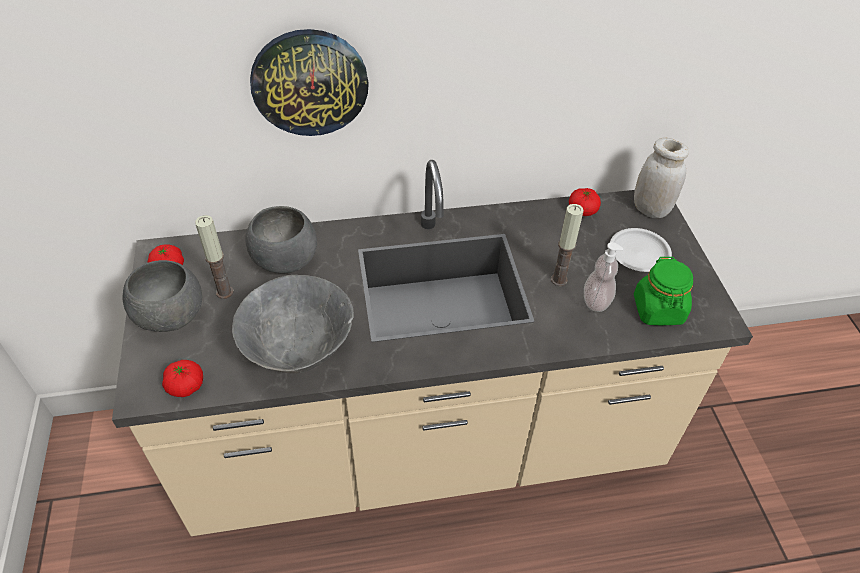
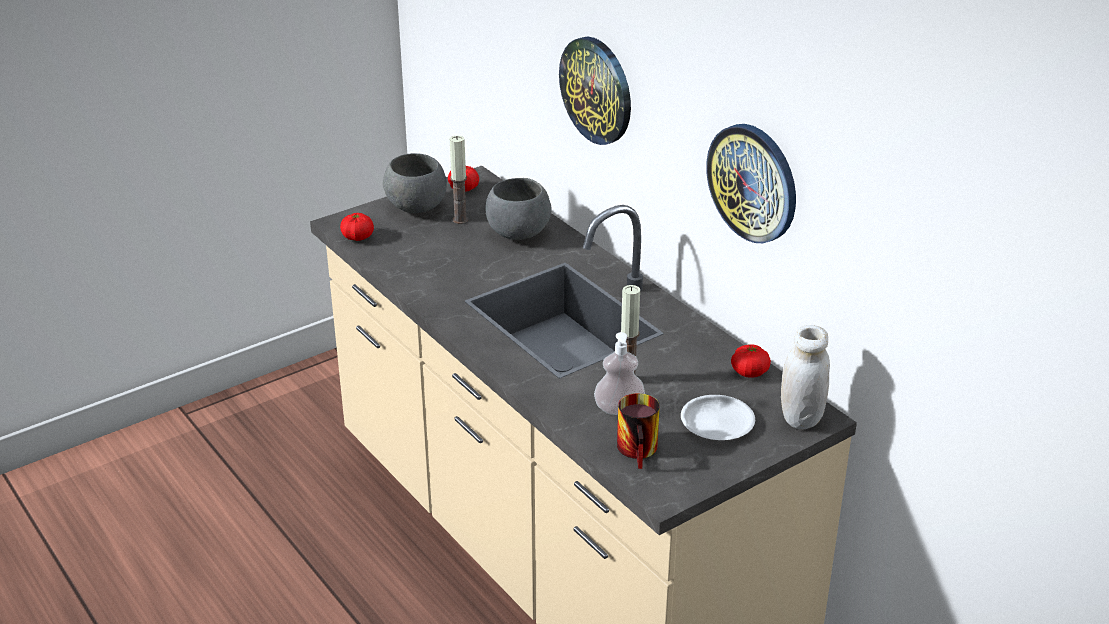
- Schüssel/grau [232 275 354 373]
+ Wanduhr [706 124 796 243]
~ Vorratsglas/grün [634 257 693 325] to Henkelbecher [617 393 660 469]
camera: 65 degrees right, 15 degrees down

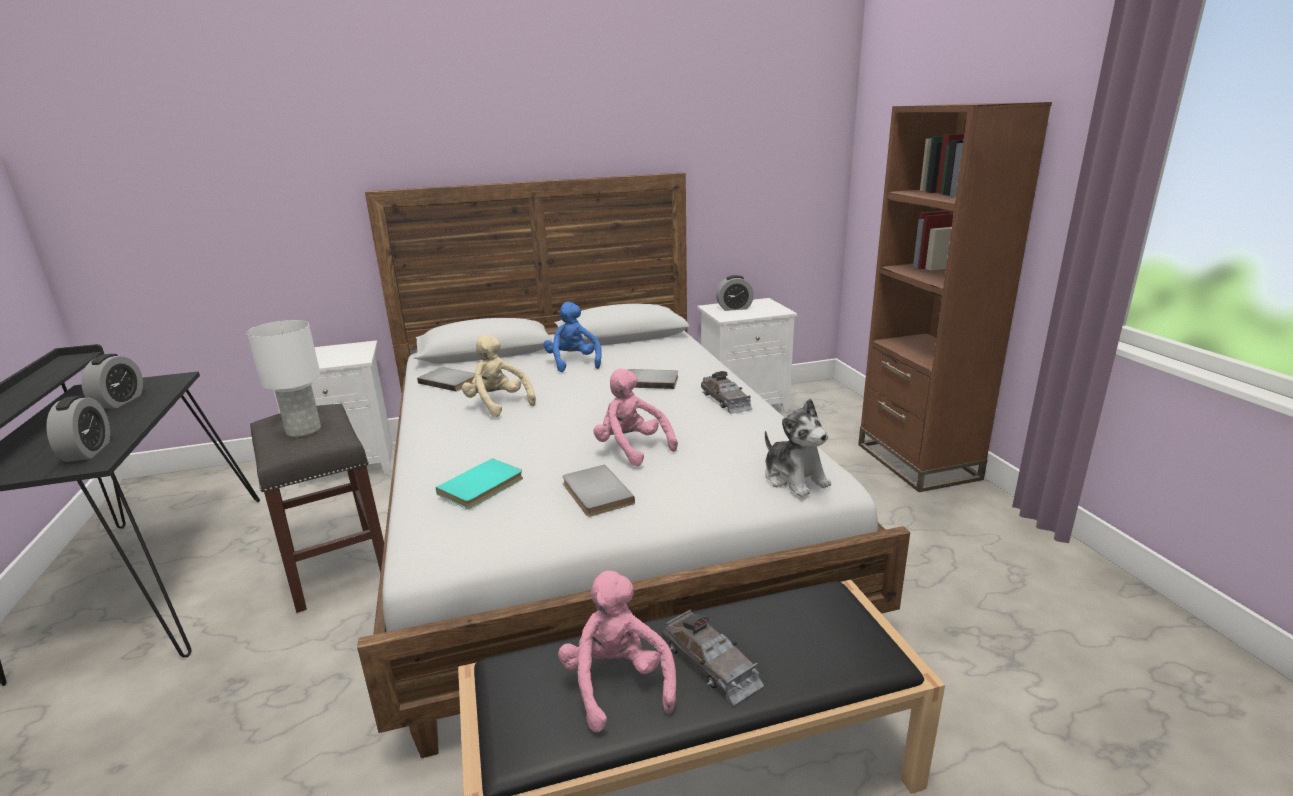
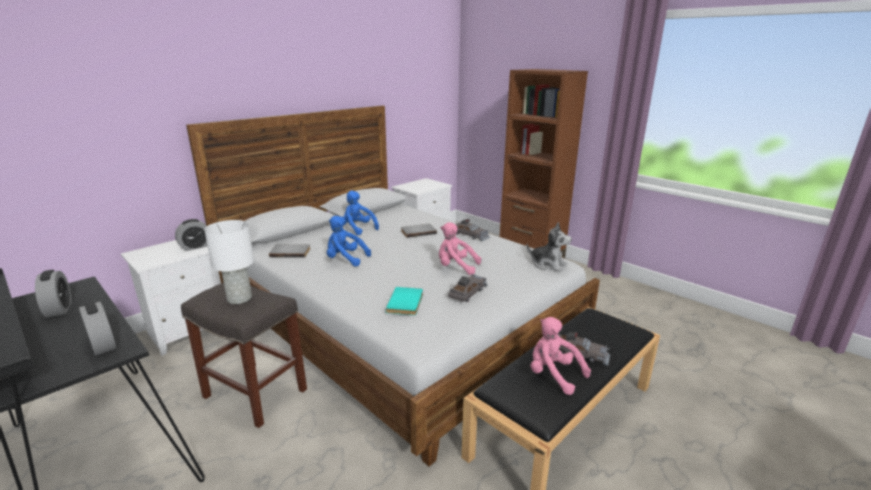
~ Wecker [716 275 754 311] to [175 219 208 251]
~ Buch/grau [562 465 635 517] to Spielzeugauto/grau [448 274 487 302]
~ Plüschtier/beige [462 335 536 417] to Plüschtier/blau [327 216 371 266]
camera: 30 degrees left, 0 degrees up

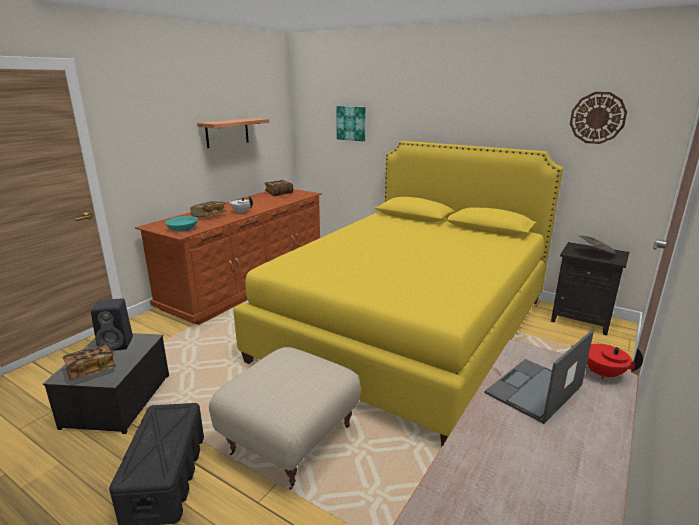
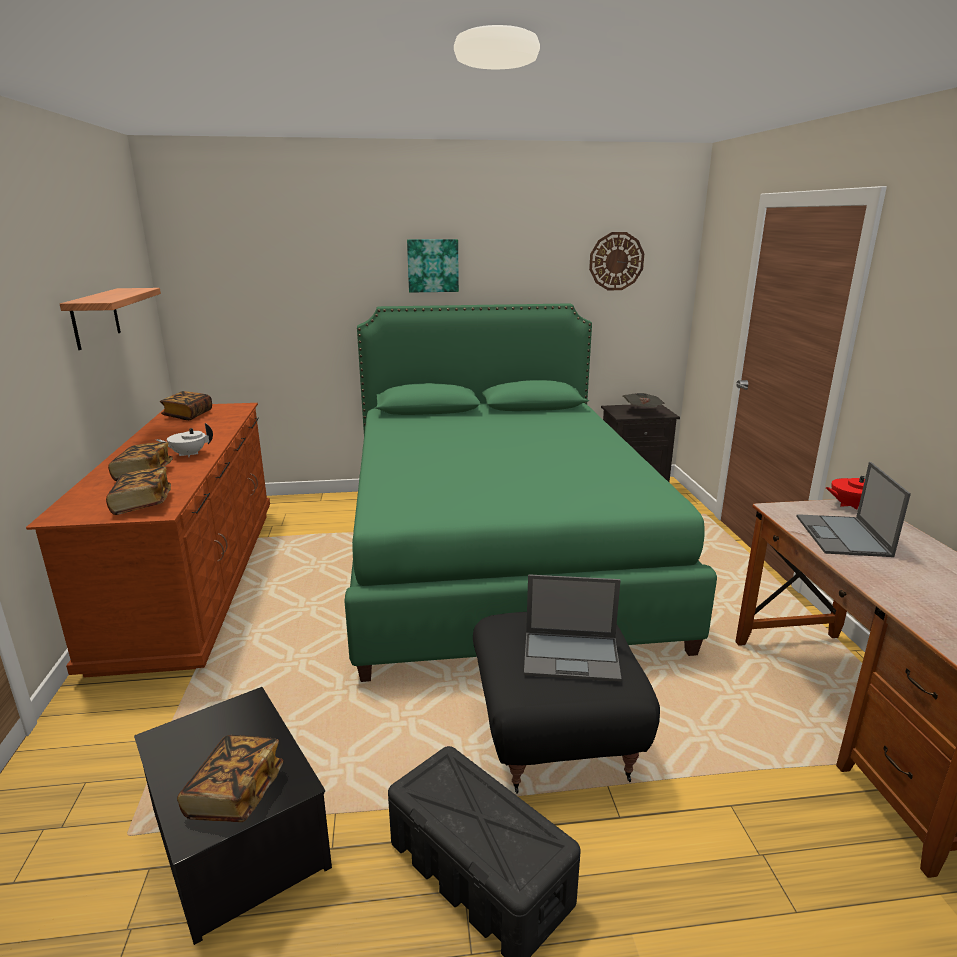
- Lautsprecher/schwarz [91 299 133 351]
+ Laptop [524 574 621 682]
~ Bild [336 106 366 141] to [407 239 459 292]
~ Schüssel/türkis [165 216 198 231] to Buch [106 467 171 515]
~ Polsterhocker/beige [209 347 361 490] to Polsterhocker/schwarz [473 612 660 794]
~ Bett/gelb [233 141 563 446] to Bett/grün [345 303 717 682]
camera: 40 degrees left, 0 degrees up

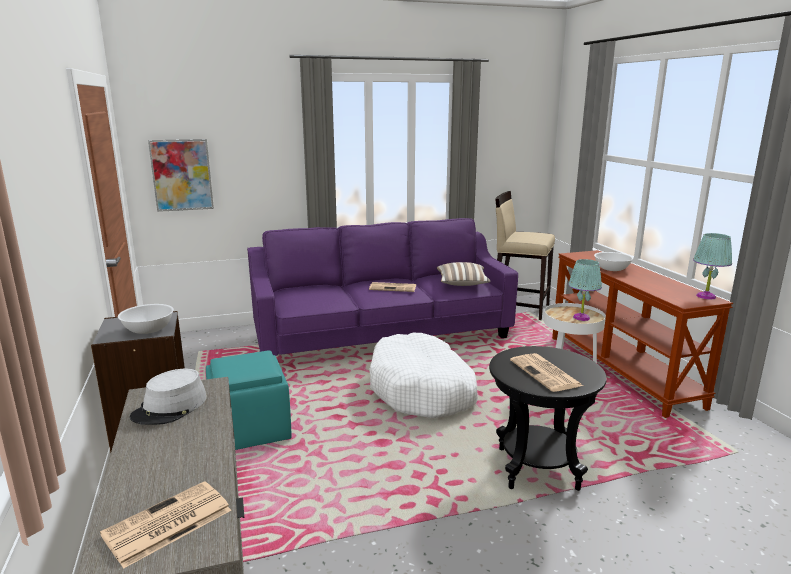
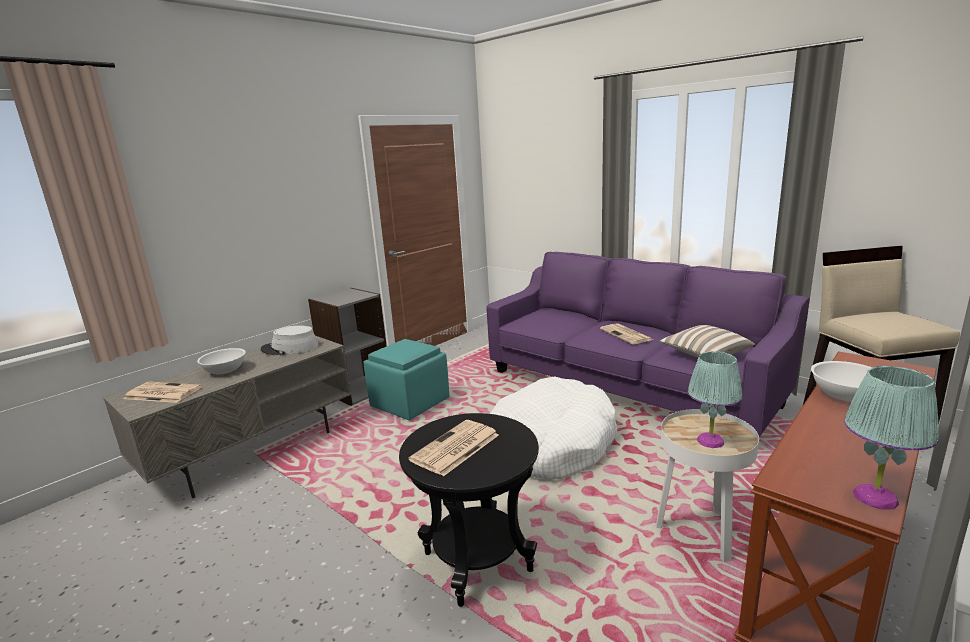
- Bild [148 139 214 212]
~ Schüssel/weiß [118 304 174 334] to [197 348 246 374]
camera: 60 degrees right, 0 degrees up

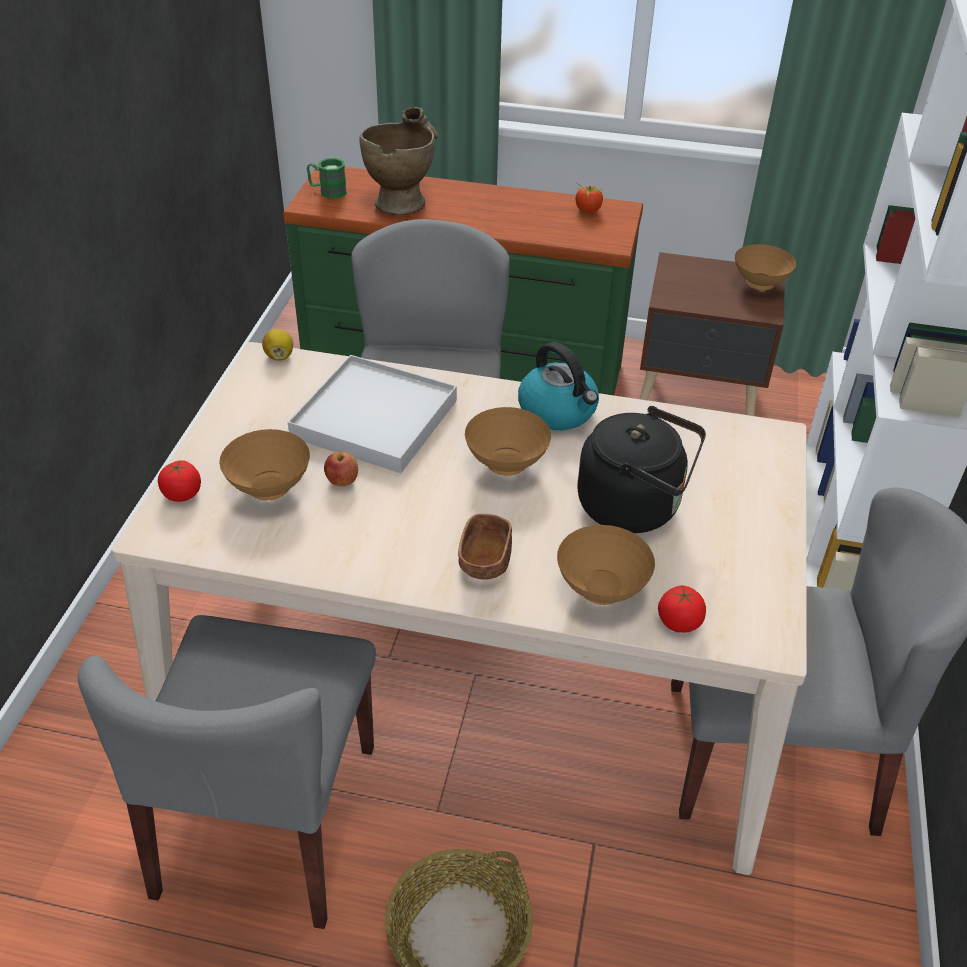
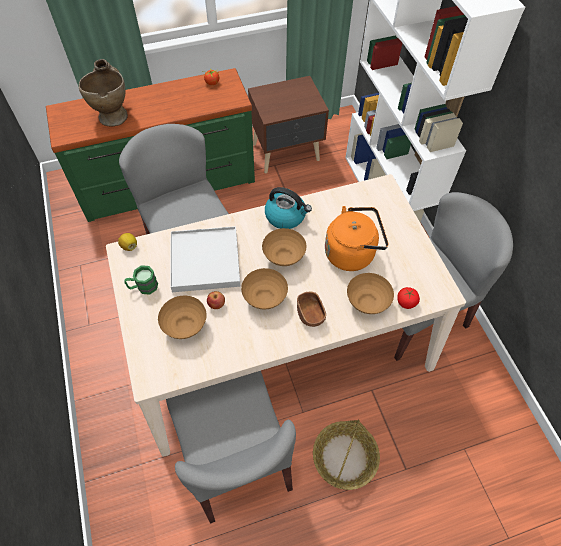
- Tomate [158 460 201 502]
~ Henkelbecher/grün [307 158 347 199] to [124 265 158 295]
~ Schüssel/braun [735 244 796 290] to [241 268 288 310]
~ Wasserkessel/schwarz [577 406 706 533] to Wasserkessel/orange [325 206 388 271]
camera: 30 degrees left, 15 degrees up

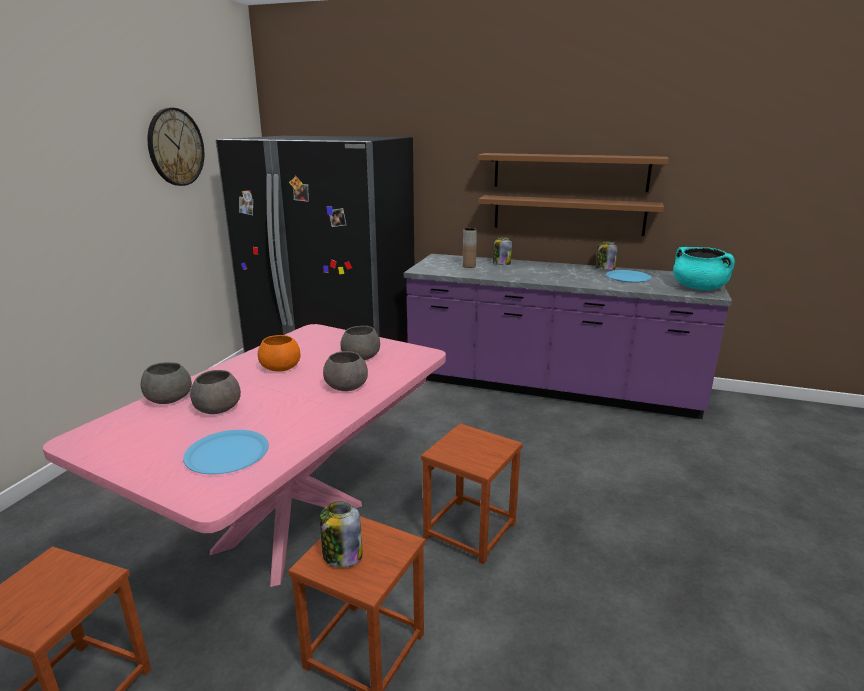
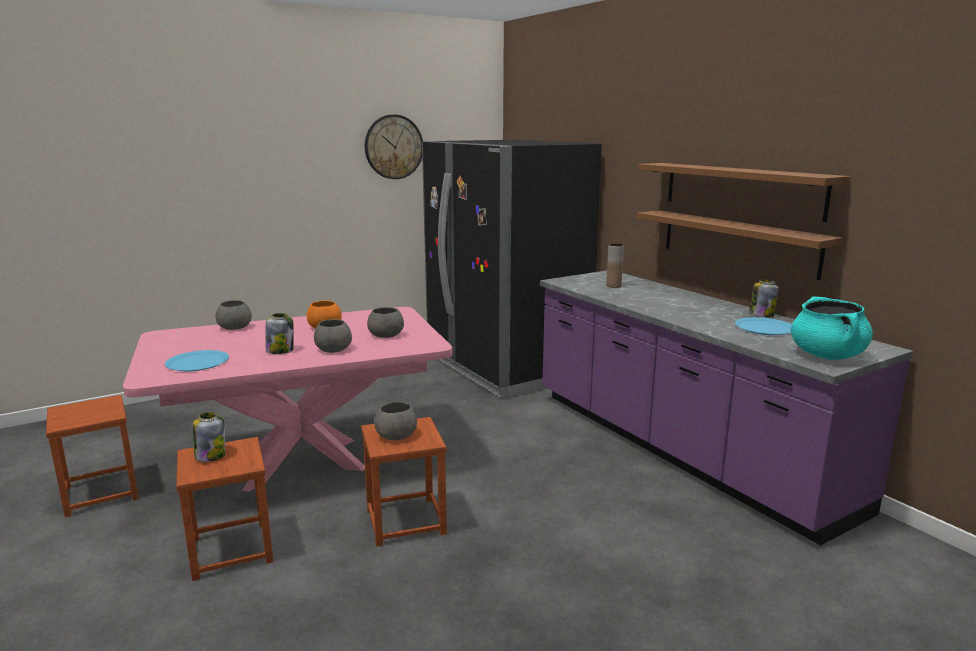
~ Schüssel/grau [190 370 241 414] to [375 401 417 440]
~ Vorratsglas [493 237 512 265] to [266 313 294 354]
camera: 40 degrees right, 5 degrees down

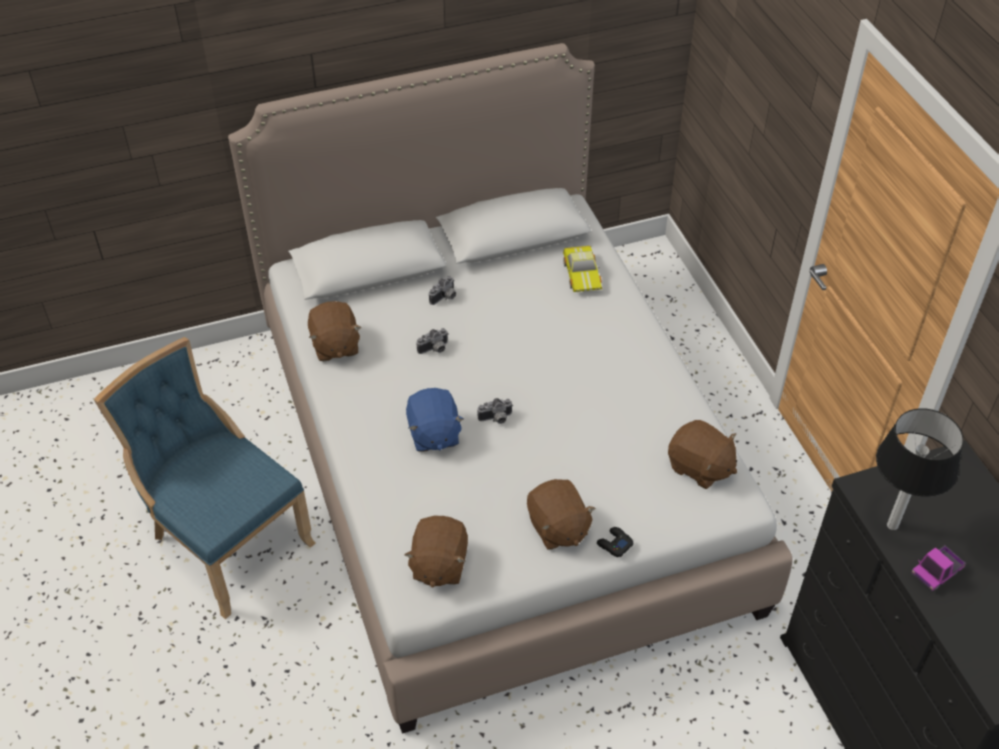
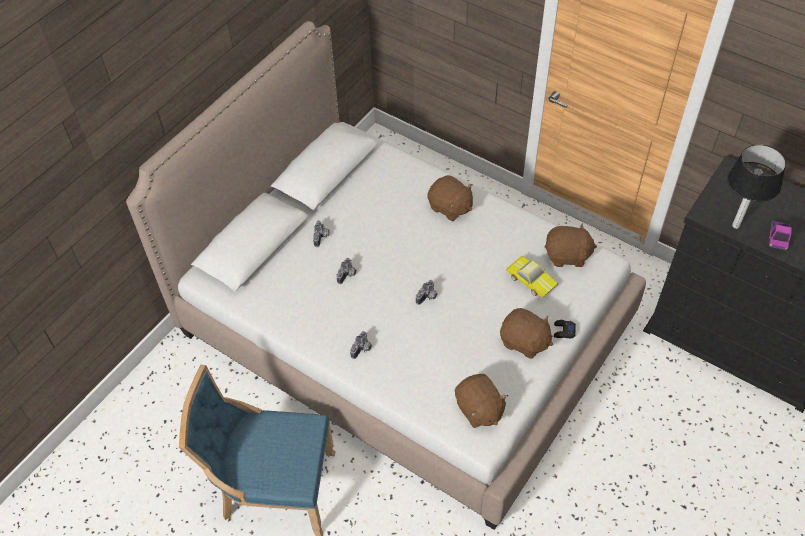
- Plüschtier/blau [406 388 464 452]
+ Kamera [350 331 372 359]
~ Plüschtier/braun [308 301 361 361] to [427 175 473 221]
~ Spielzeugauto [563 246 602 292] to [507 256 558 298]
camera: 35 degrees left, 5 degrees up

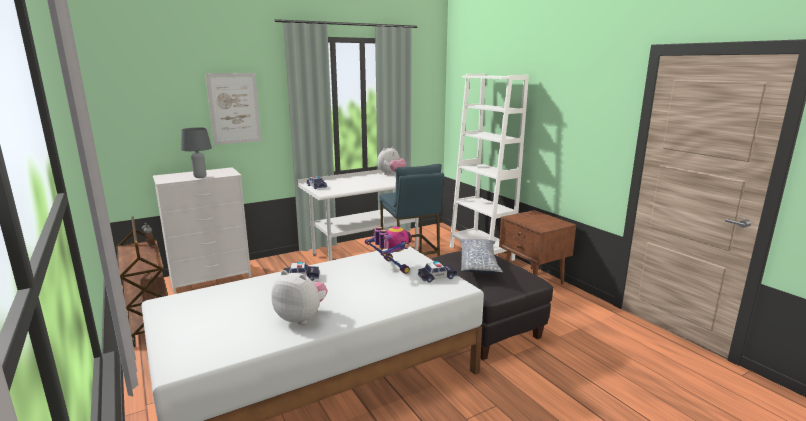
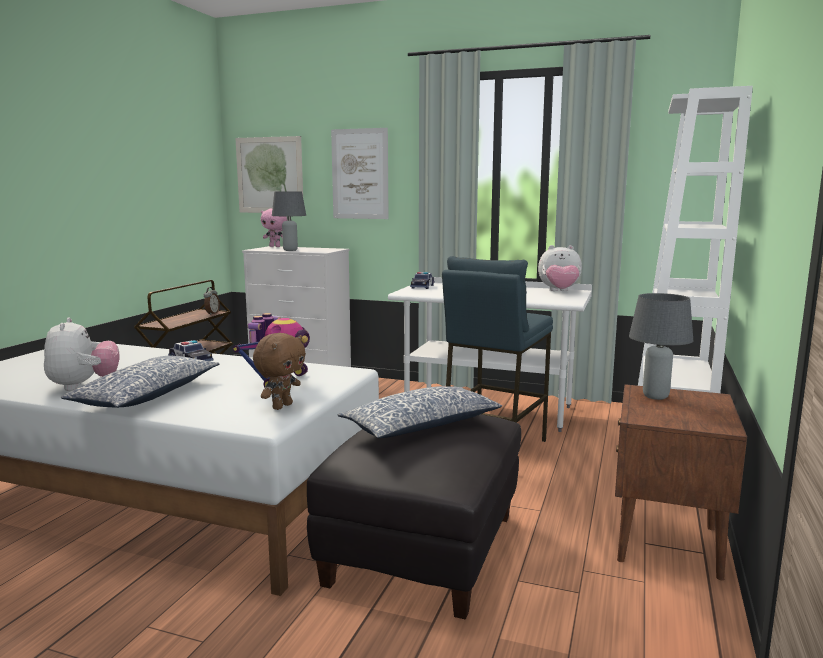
+ Kissen [61 356 219 408]
+ Bild [235 136 303 213]
+ Plüschtier/rosa [261 208 287 247]
+ Tischlampe/grau [629 293 693 400]
~ Spielzeugauto [418 261 458 283] to Plüschtier/braun [253 333 306 410]
camera: 50 degrees right, 5 degrees down

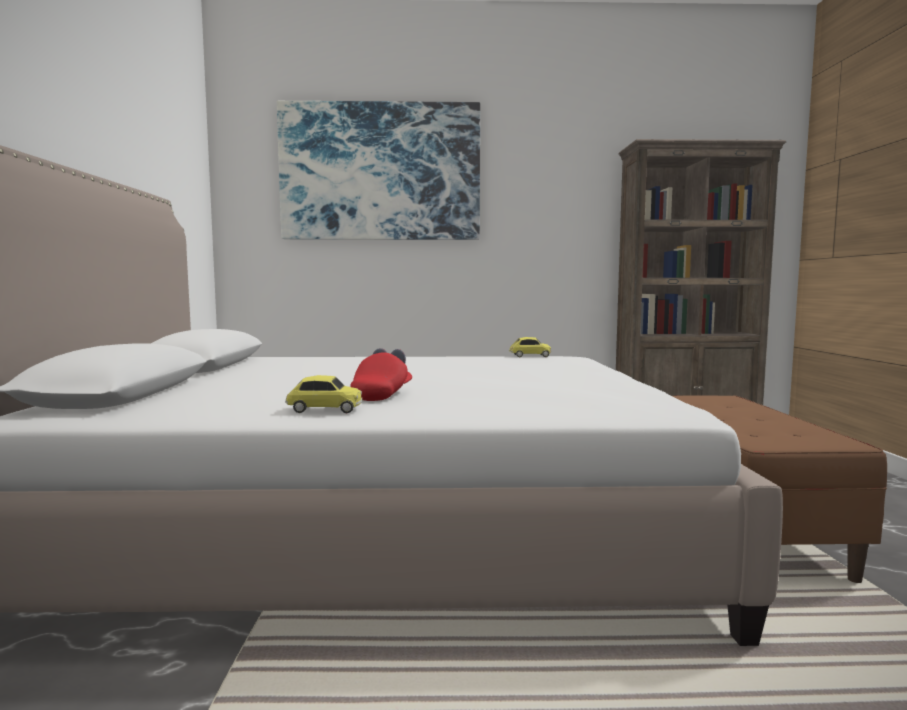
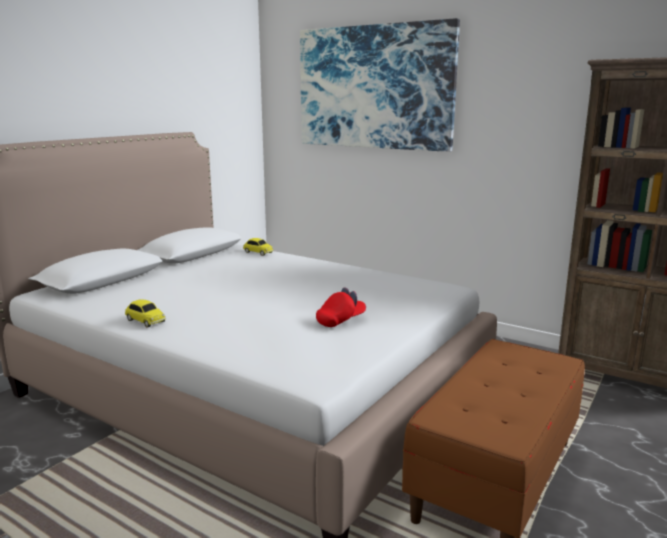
~ Kappe/rot [350 348 412 401] to [316 288 366 327]
~ Spielzeugauto [509 337 551 357] to [243 238 273 256]
camera: 35 degrees right, 10 degrees up

